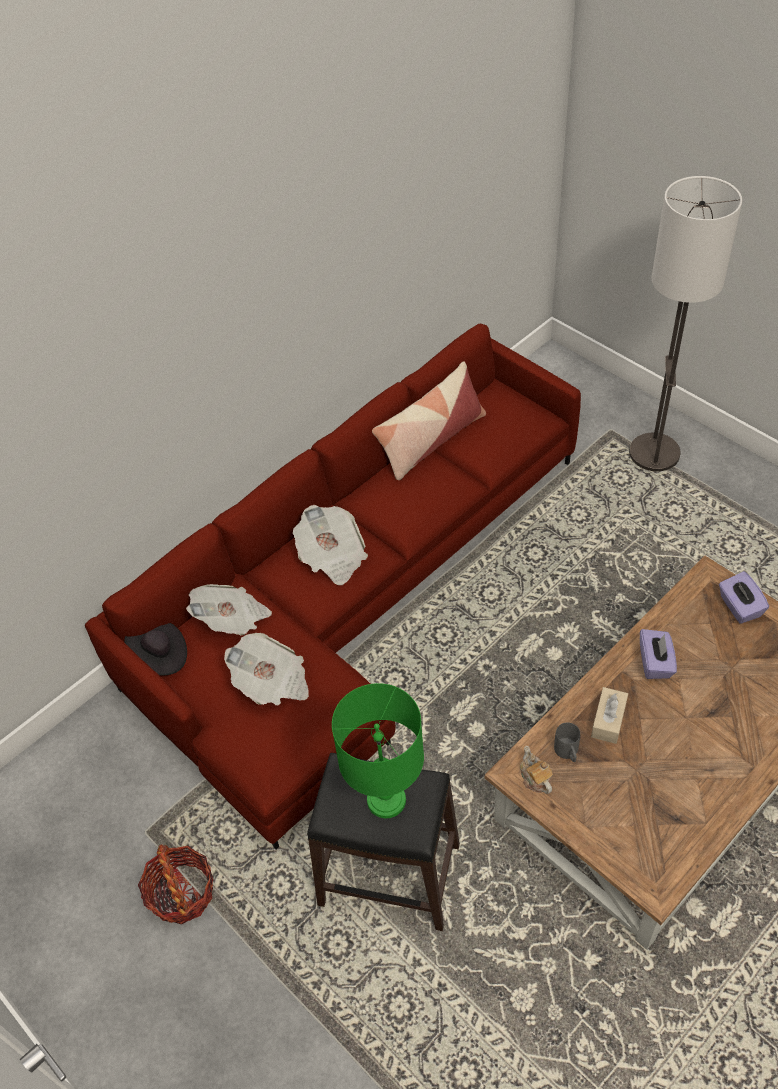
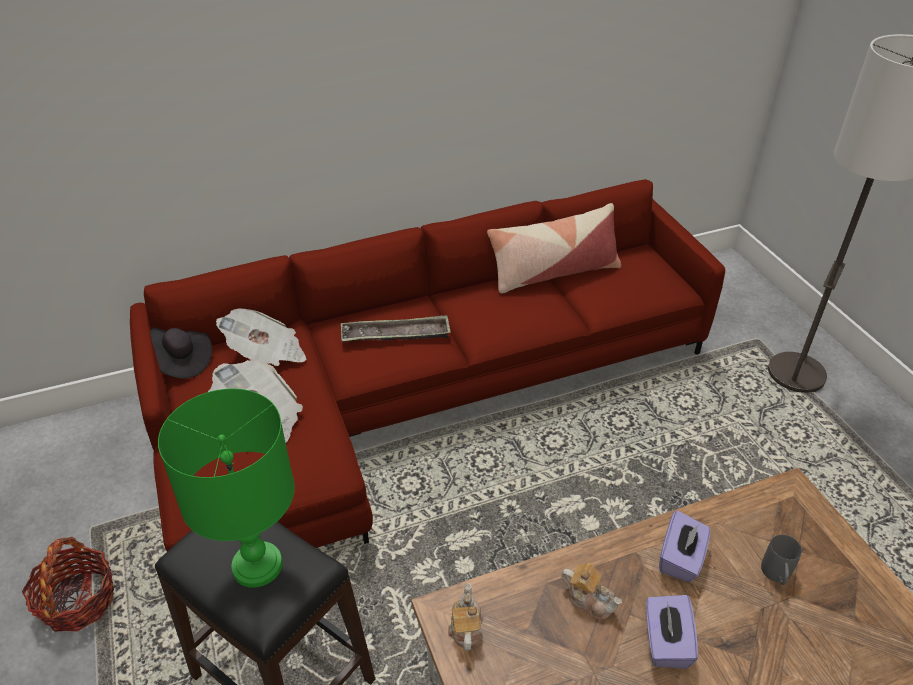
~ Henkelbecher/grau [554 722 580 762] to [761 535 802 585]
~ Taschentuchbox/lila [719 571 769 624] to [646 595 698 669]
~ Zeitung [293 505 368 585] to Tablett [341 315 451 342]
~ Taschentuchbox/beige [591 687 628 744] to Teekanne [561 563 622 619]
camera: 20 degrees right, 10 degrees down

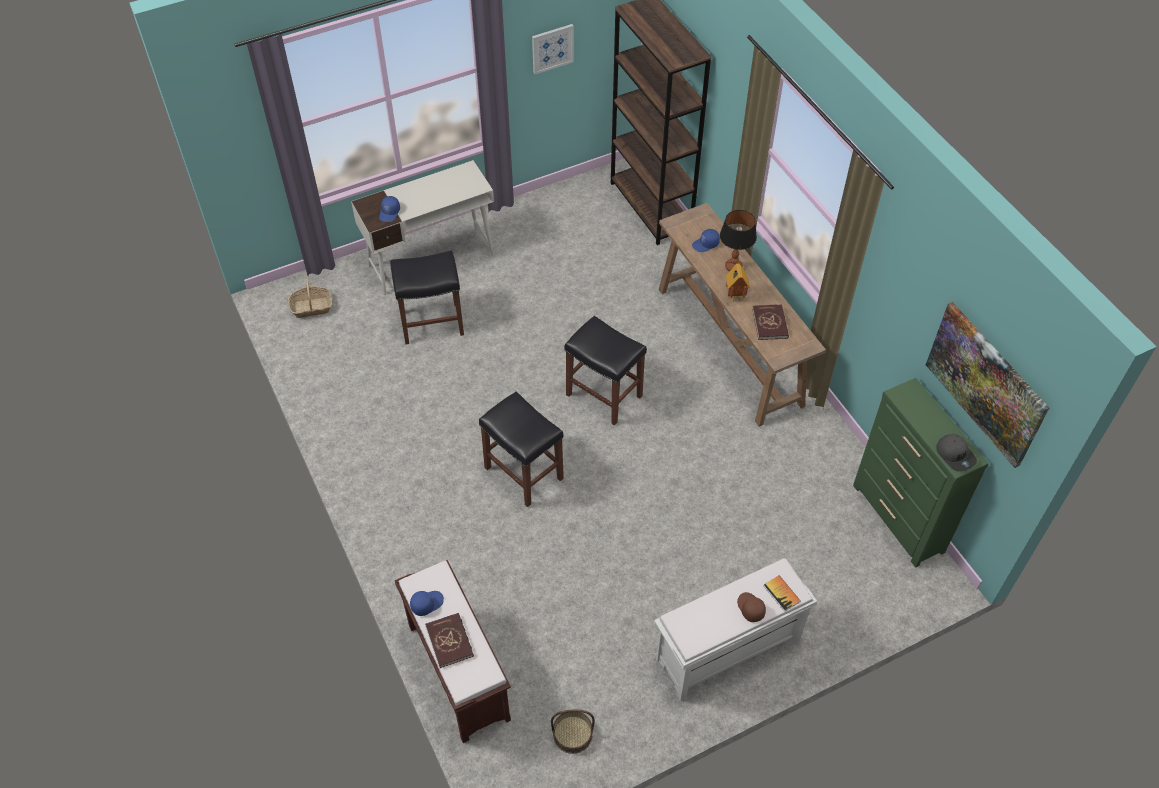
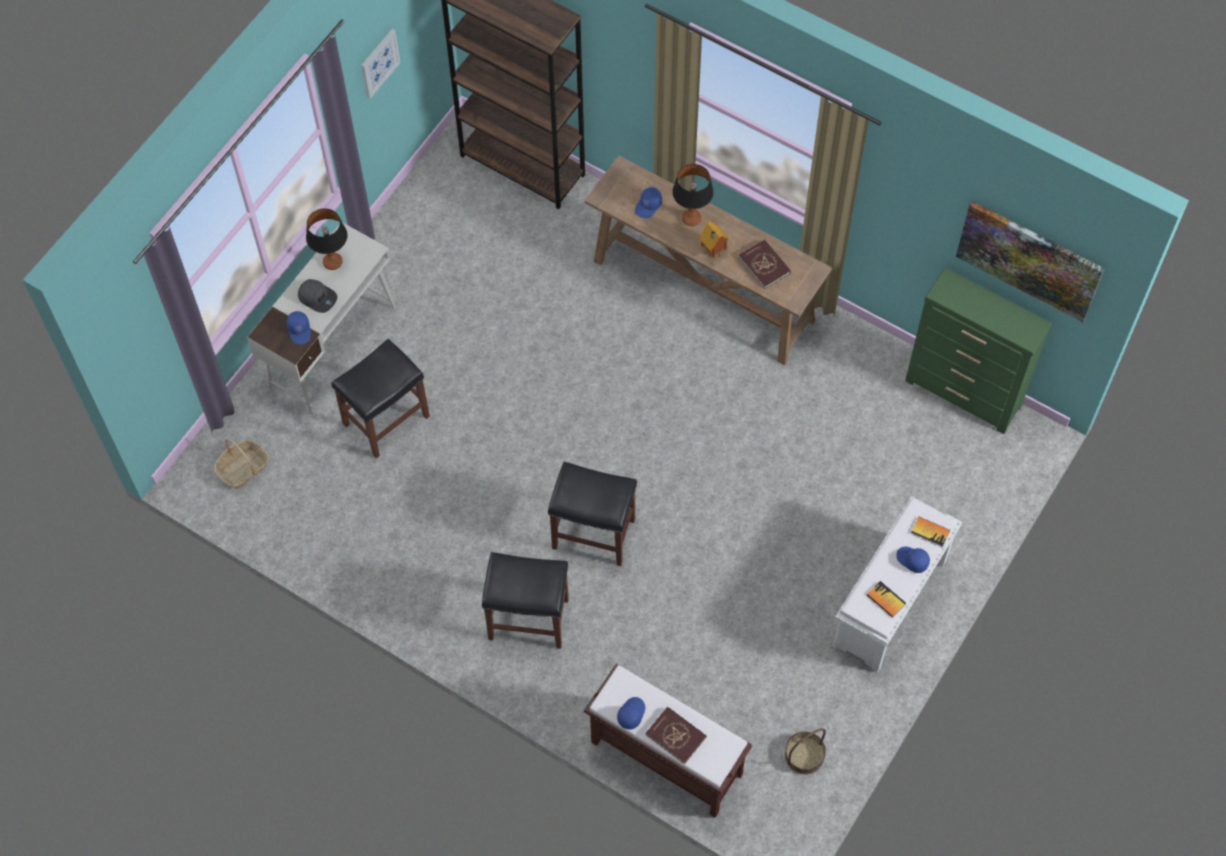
+ Tischlampe [306 208 347 270]
+ Buch [867 581 906 618]
~ Hocker/schwarz [565 316 647 426] to [482 552 569 649]
~ Kappe/grau [936 434 977 472] to [298 279 337 313]
~ Kappe/braun [737 592 766 622] to Kappe/blau [896 546 930 573]
camera: 30 degrees left, 10 degrees up

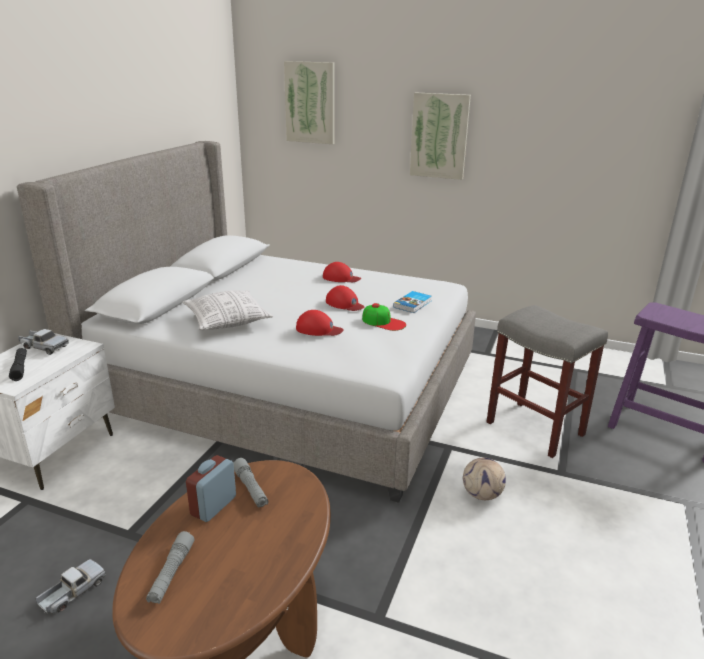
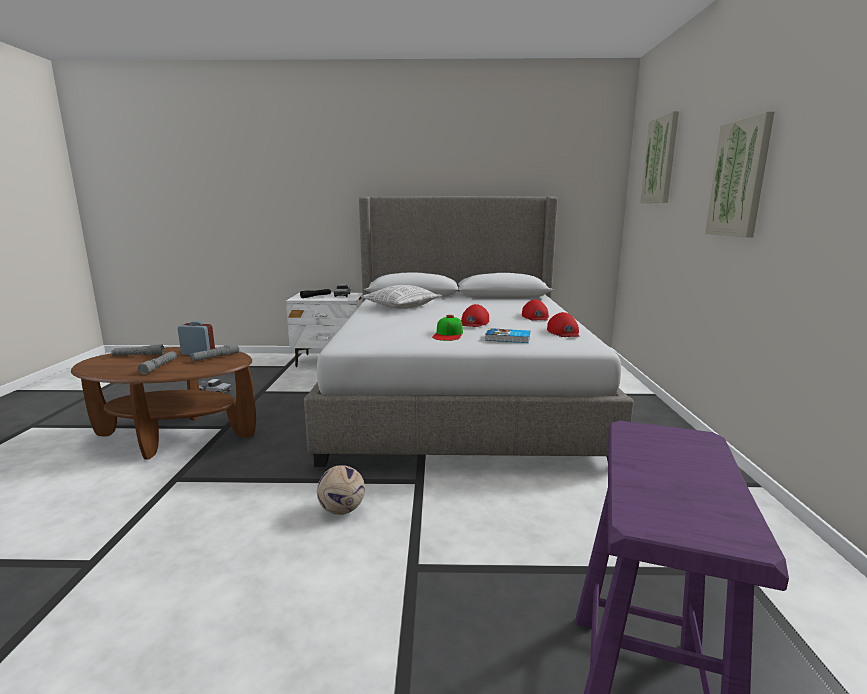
- Hocker/grau [487 305 608 458]
+ Taschenlampe/grau [138 351 177 375]
~ Kappe/rot [296 310 344 336] to [547 312 579 337]
camera: 70 degrees right, 10 degrees down

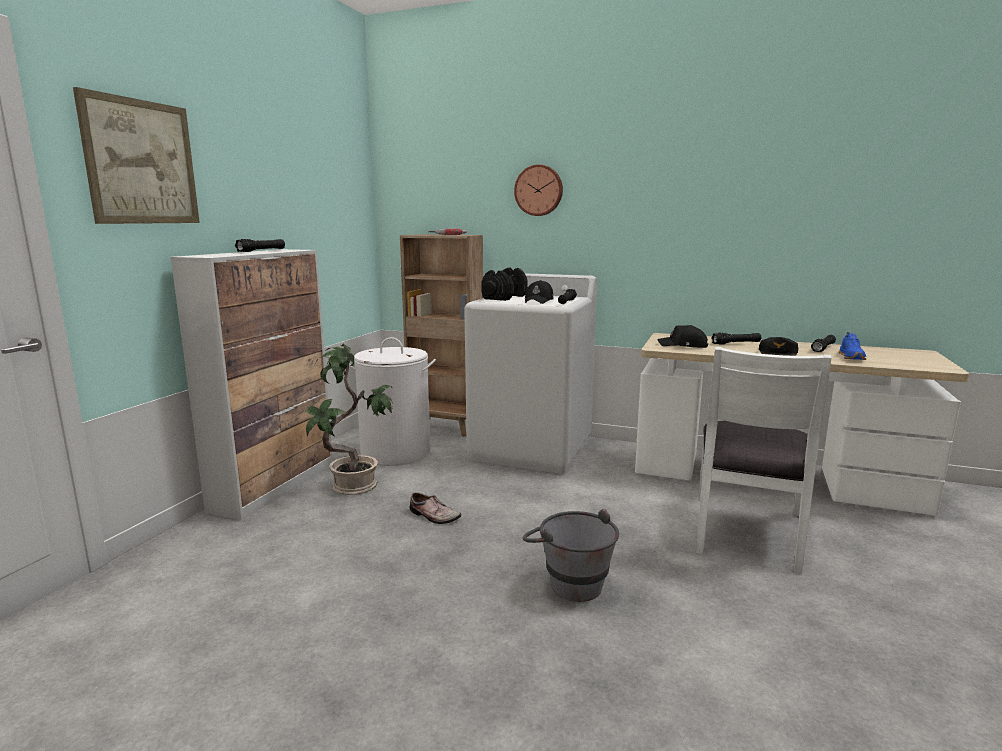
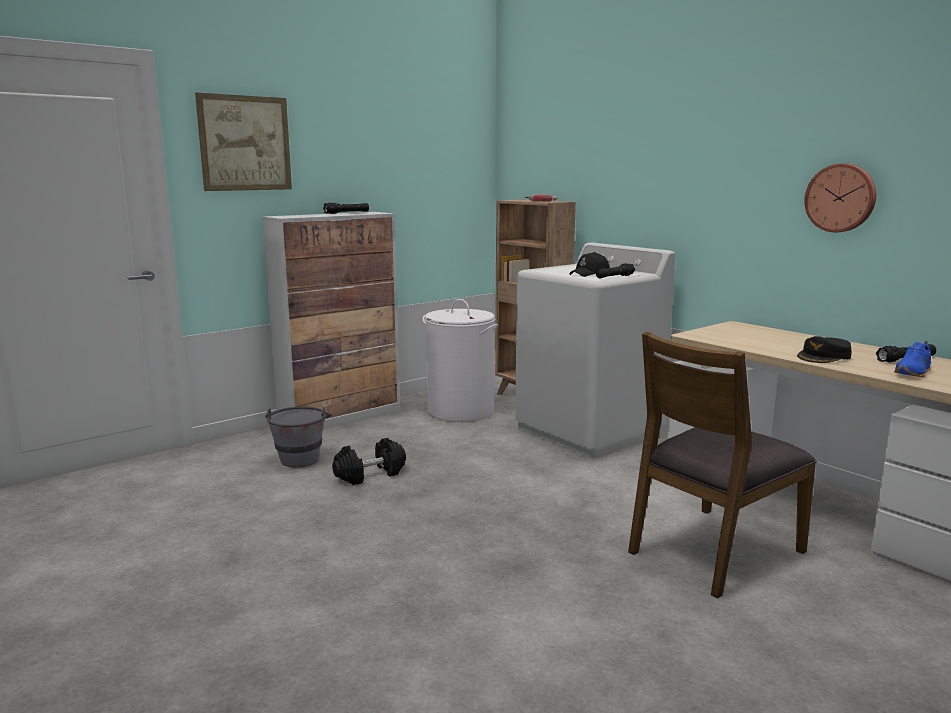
- Topfpflanze [305 344 393 495]
- Schuh [410 492 461 524]
- Kappe/schwarz [657 325 708 348]
- Taschenlampe/schwarz [711 332 761 345]
~ Hantel/schwarz [481 267 527 301] to [332 438 406 485]
~ Wanduhr [514 164 563 216] to [804 164 876 232]
~ Eimer/grau [523 509 619 602] to [265 406 332 467]
~ Stuhl/weiß [696 347 831 574] to Stuhl/braun [628 332 817 598]
camera: 30 degrees right, 0 degrees up

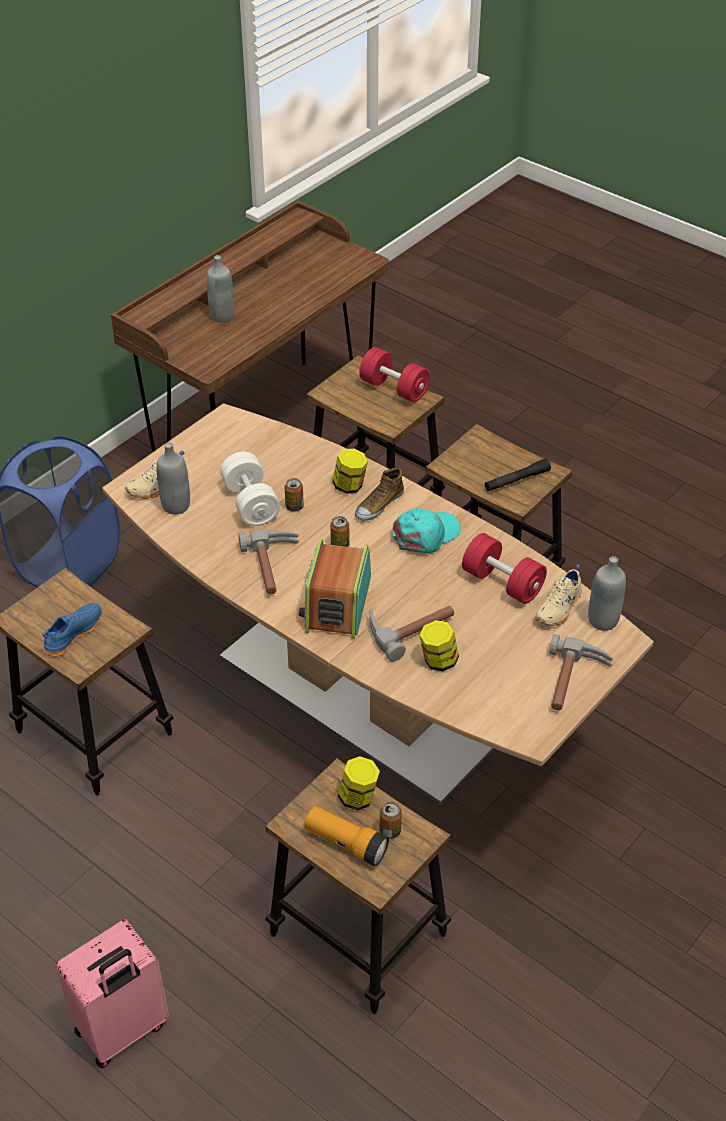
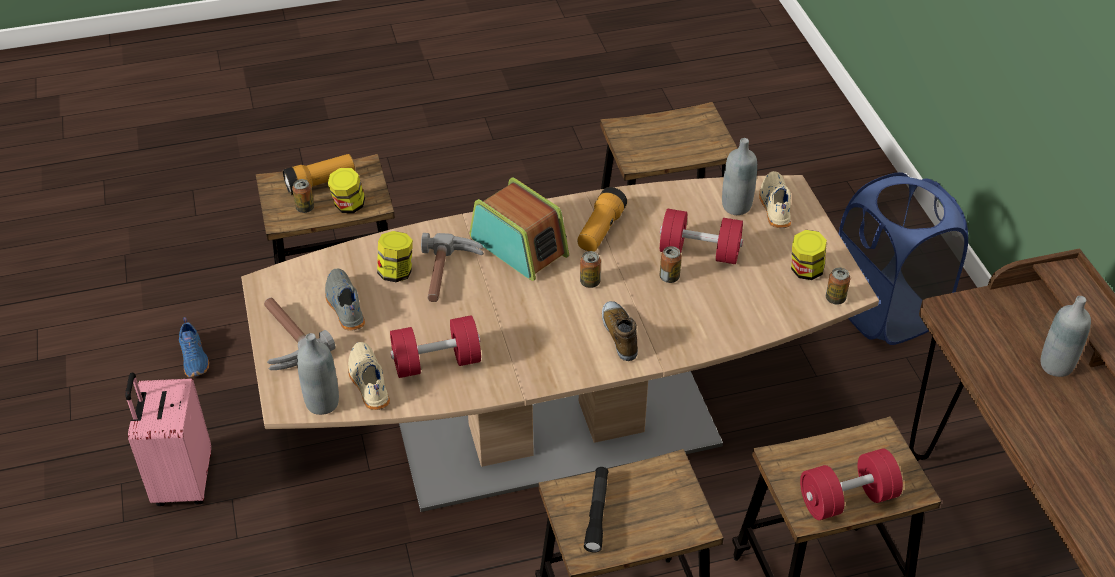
- Kappe/türkis [392 508 461 554]
+ Schuh/grau [325 269 365 330]
+ Dose [826 268 850 305]
~ Schuh/blau [42 603 102 656] to [179 317 209 377]
~ Koffer/rosa [56 919 169 1068] to [125 373 211 506]
~ Vorratsglas [332 449 368 494] to [791 230 827 280]
~ Hammer [238 529 299 595] to Taschenlampe [578 187 627 252]
~ Hantel/weiß [220 452 280 526] to Hantel/rot [660 209 743 264]
camera: 125 degrees right, 0 degrees up

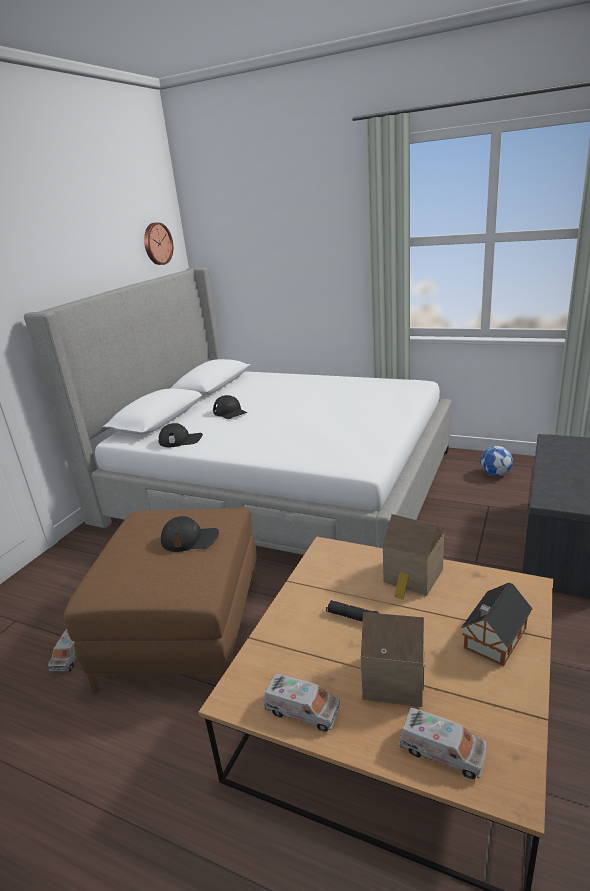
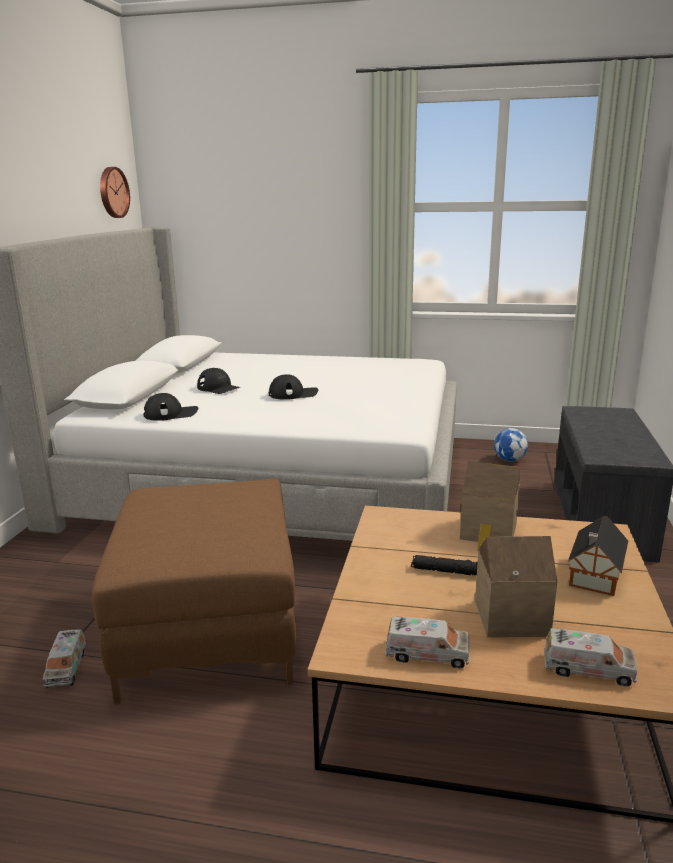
~ Kappe/schwarz [161 516 219 552] to [269 374 318 400]
camera: 15 degrees left, 5 degrees down

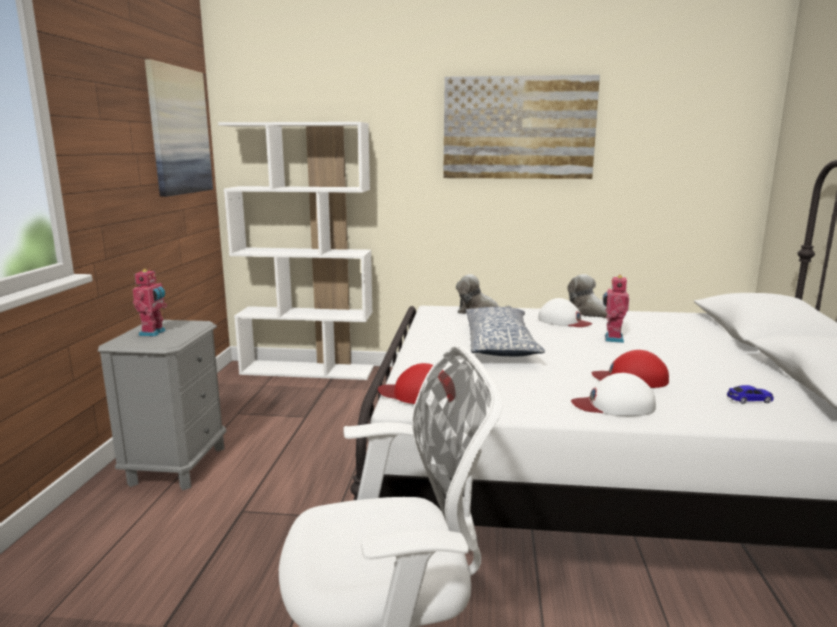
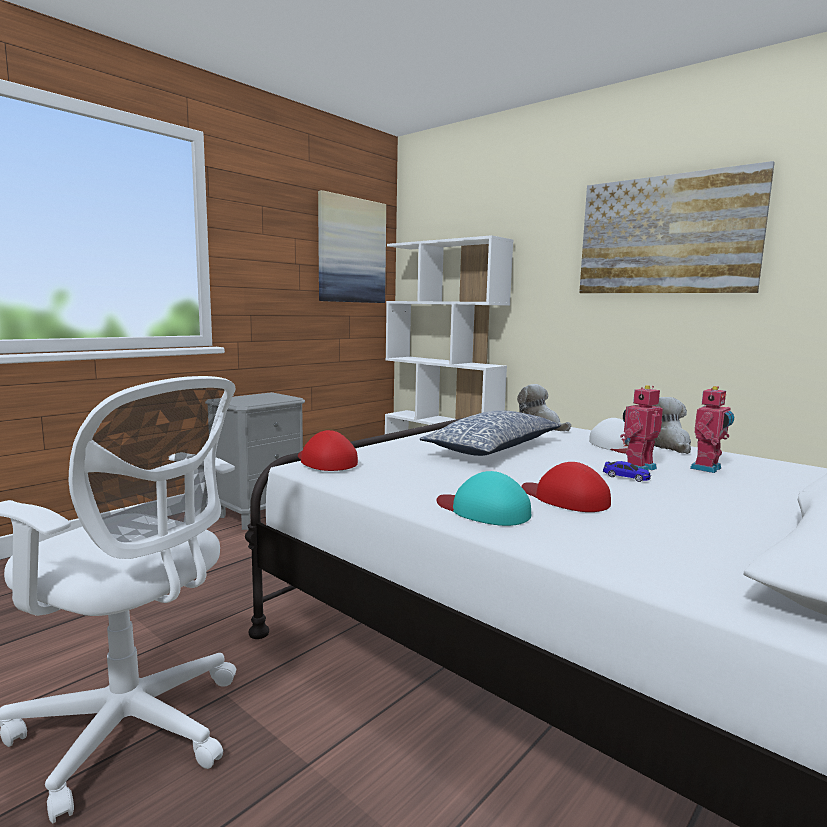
~ Spielzeugroboter [133 268 167 337] to [690 386 734 473]
~ Spielzeugauto [727 385 774 404] to [603 461 651 482]
~ Kappe/weiß [571 373 656 416] to Kappe/türkis [437 471 531 526]
camera: 35 degrees right, 5 degrees down

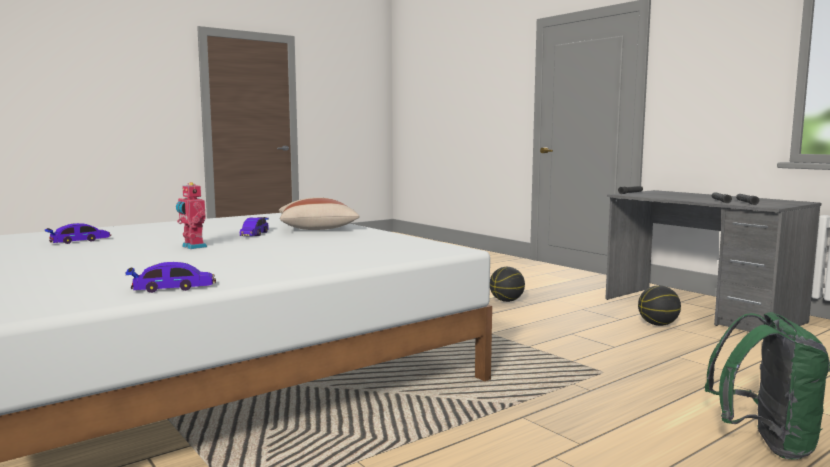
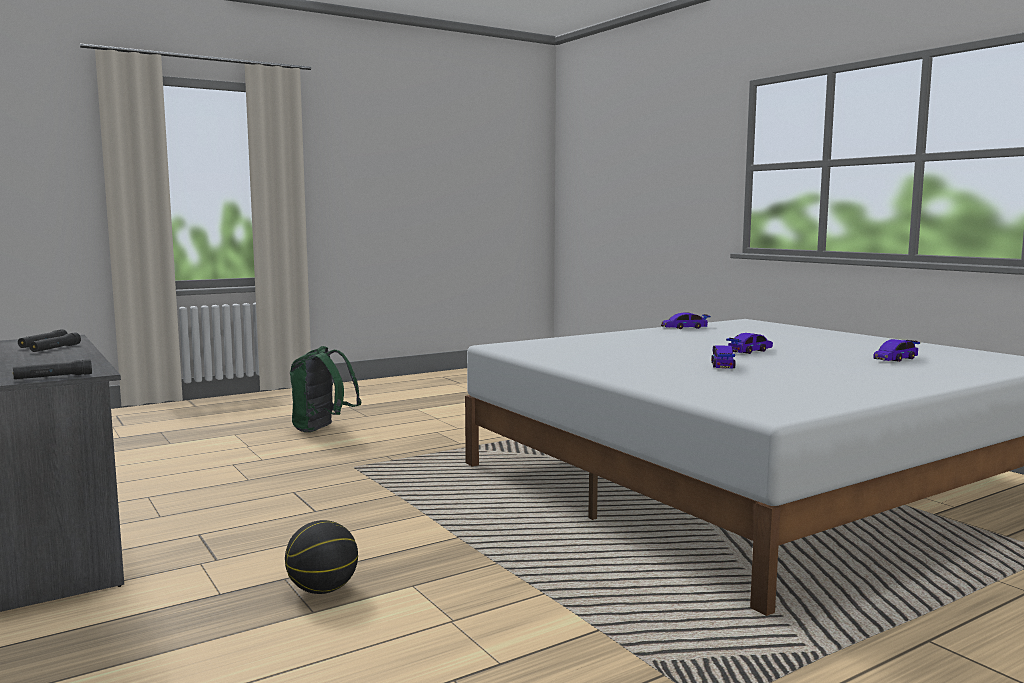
- Kissen/beige [279 197 360 230]
- Basketball [638 285 681 326]
~ Spielzeugroboter [176 182 207 249] to Spielzeugauto [726 333 773 354]
camera: 175 degrees left, 0 degrees up

